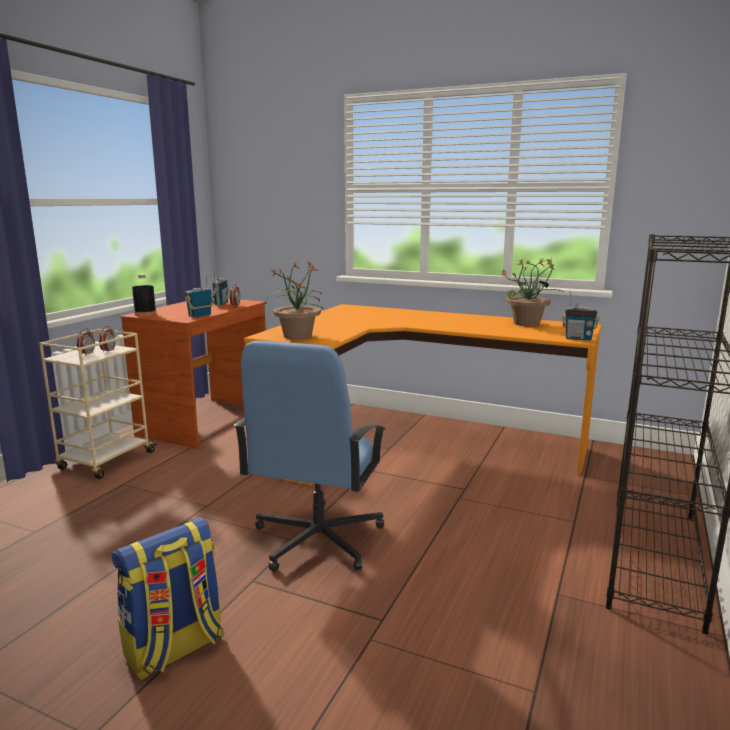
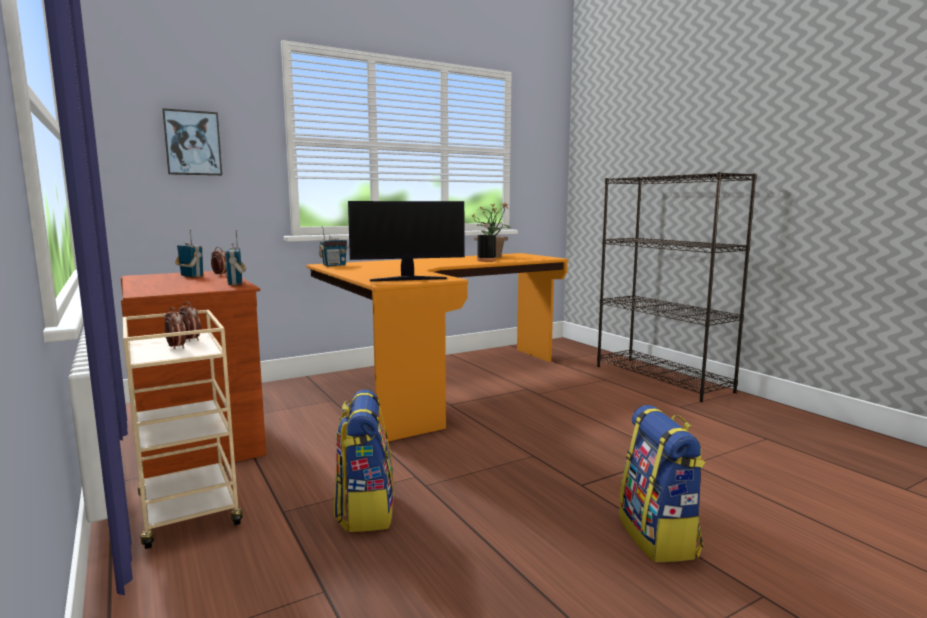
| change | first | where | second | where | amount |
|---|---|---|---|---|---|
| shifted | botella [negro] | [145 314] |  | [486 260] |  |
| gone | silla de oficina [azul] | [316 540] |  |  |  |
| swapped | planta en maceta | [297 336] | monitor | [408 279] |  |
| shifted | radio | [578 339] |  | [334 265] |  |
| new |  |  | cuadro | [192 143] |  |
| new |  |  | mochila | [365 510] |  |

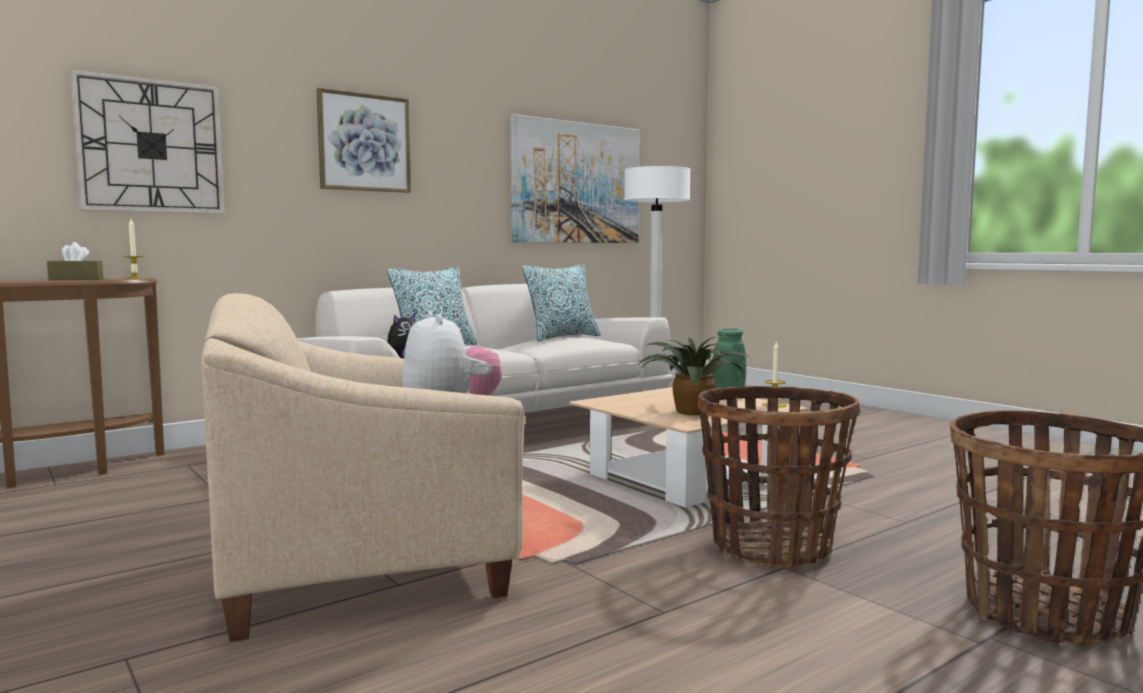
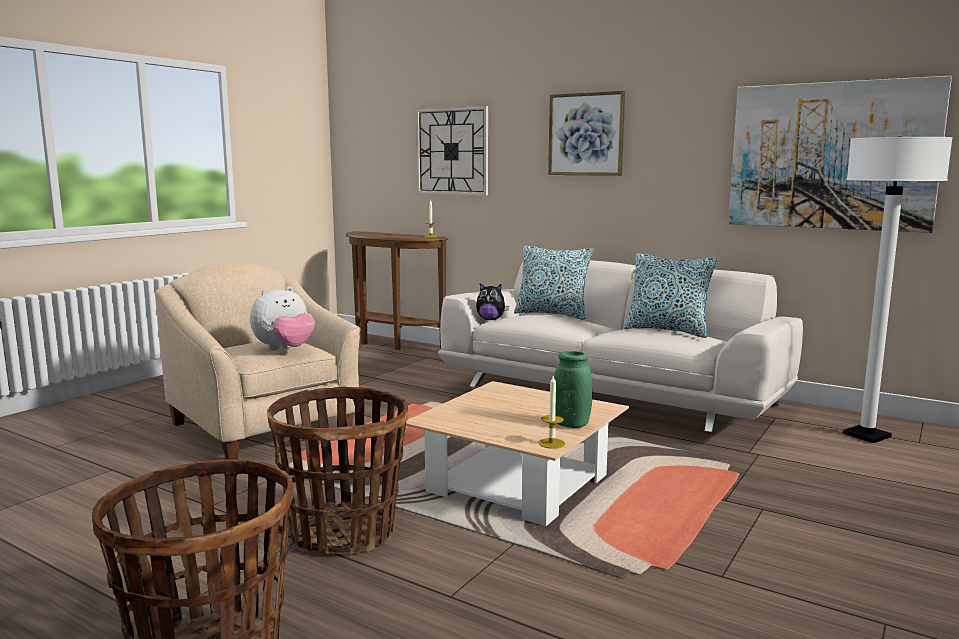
| change | first | where | second | where | amount |
|---|---|---|---|---|---|
| gone | caja de pañuelos [marrón] | [76 279] |  |  |  |
| gone | planta en maceta | [691 411] |  |  |  |

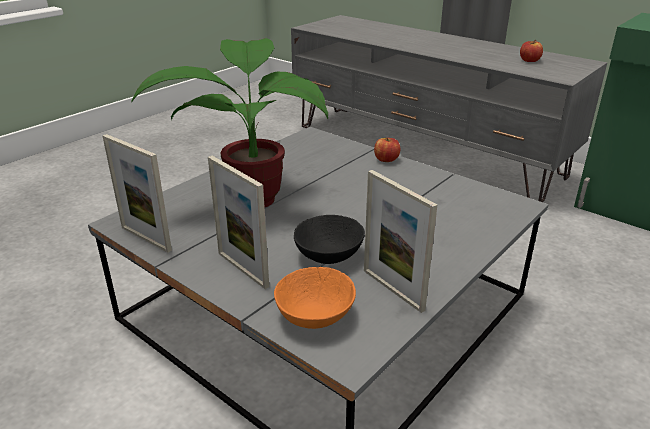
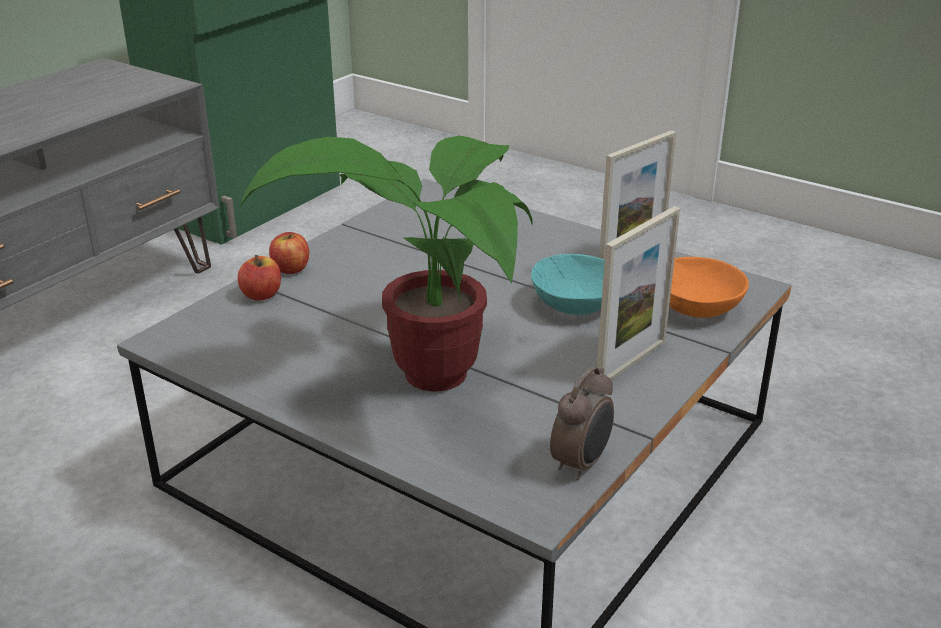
| change | first | where | second | where | amount |
|---|---|---|---|---|---|
| swapped | portarretratos | [146 238] | despertador | [582 464] |  |
| repainted | cuenco [negro] | [329 254] | cuenco [turquesa] | [575 304] |  |
| shifted | manzana | [529 60] |  | [261 295] |  |

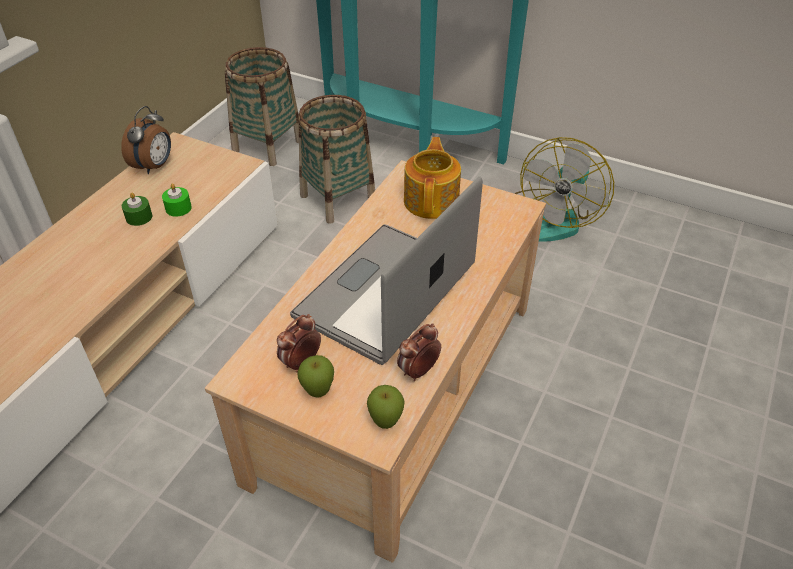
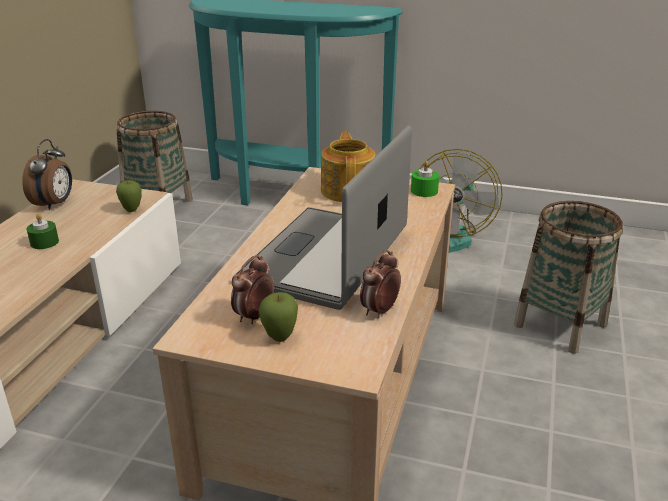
| change | first | where | second | where | amount |
|---|---|---|---|---|---|
| shifted | vela [verde] | [178 208] |  | [424 191] |  |
| shifted | cesta | [337 199] |  | [559 325] |  |
| shifted | manzana | [386 423] |  | [132 210] |  |

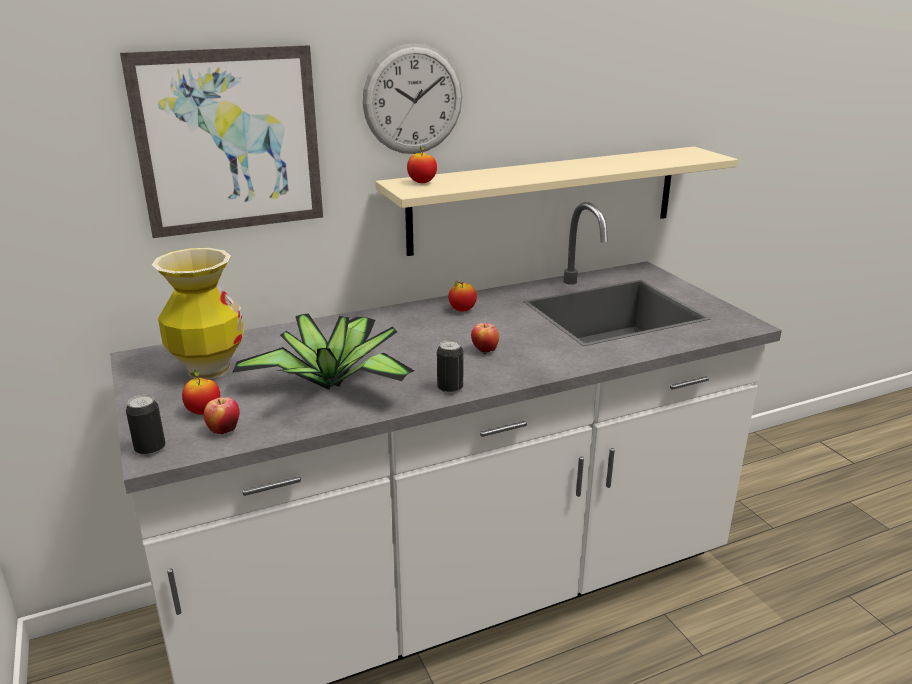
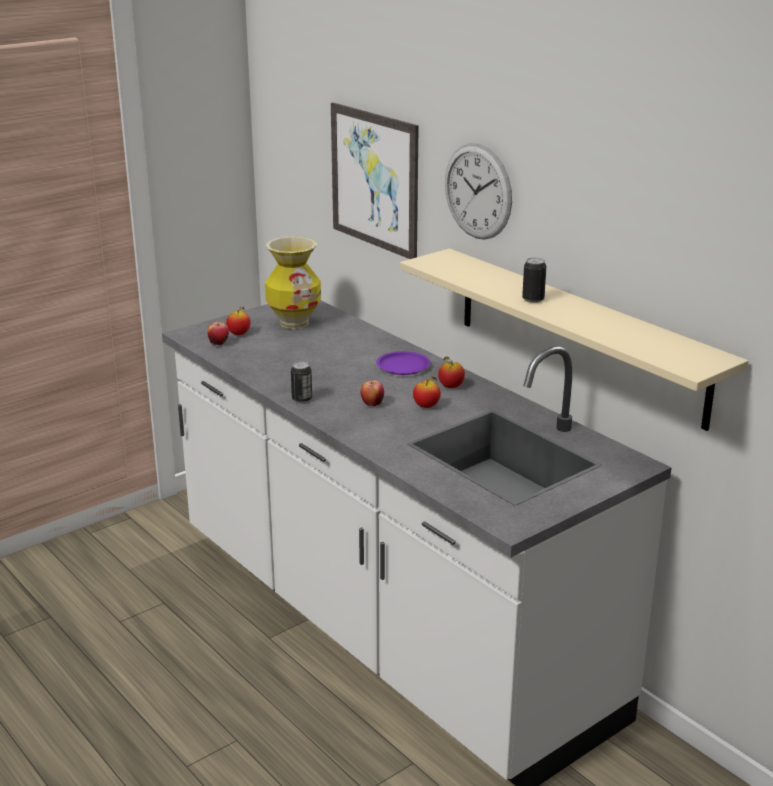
| change | first | where | second | where | amount |
|---|---|---|---|---|---|
| shifted | lata | [150 449] |  | [533 299] |  |
| gone | planta en maceta | [333 383] |  |  |  |
| shifted | manzana | [422 182] |  | [426 406] |  |
| new |  |  | plato [morado] | [403 366] |  |

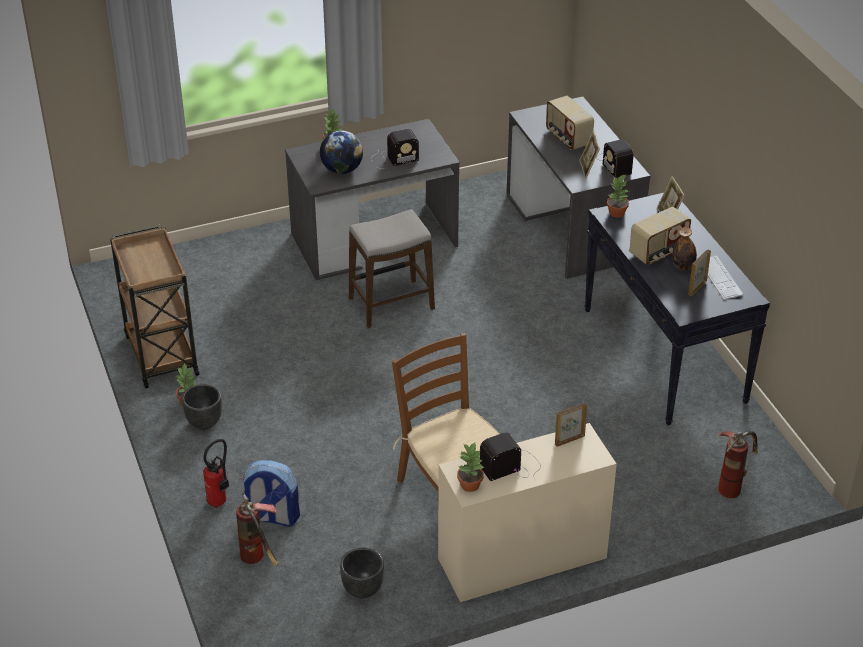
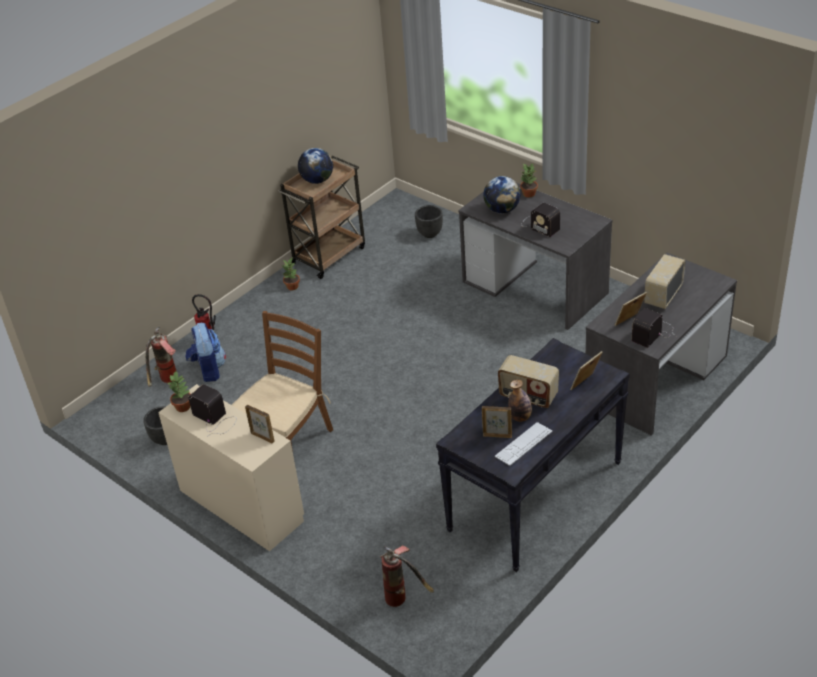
| change | first | where | second | where | amount |
|---|---|---|---|---|---|
| shifted | maceta [negro] | [204 422] |  | [430 233] |  |
| gone | taburete | [391 304] |  |  |  |
| gone | planta en maceta | [617 213] |  |  |  |
| new |  |  | globo terráqueo | [317 180] |  |

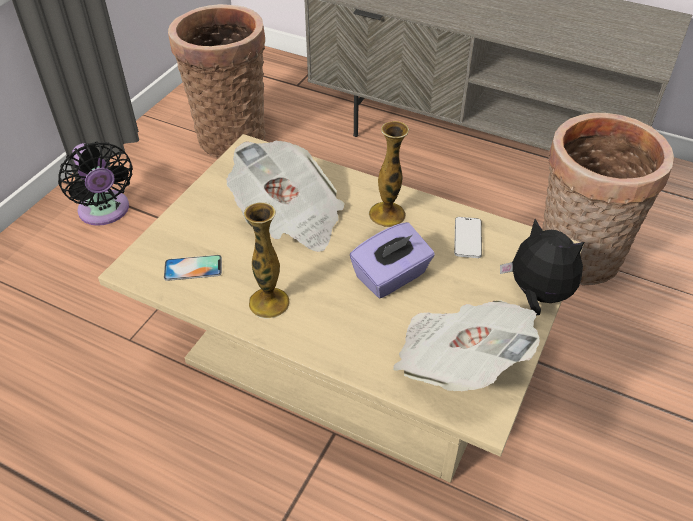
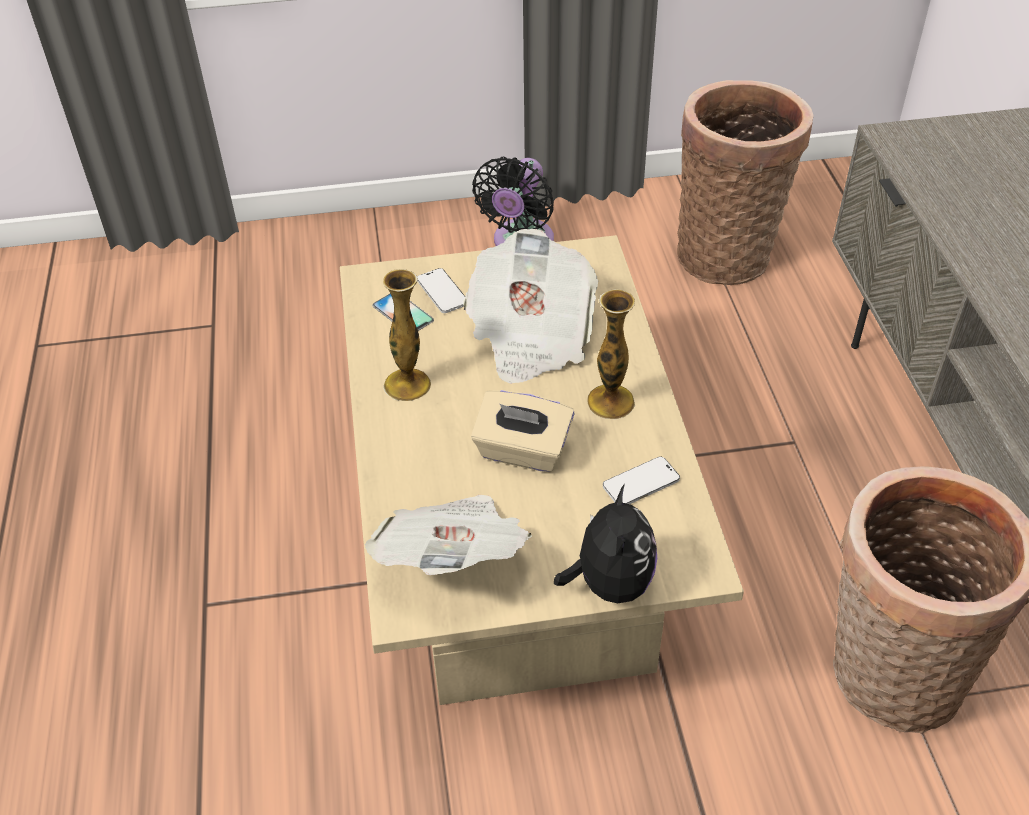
| change | first | where | second | where | amount |
|---|---|---|---|---|---|
| repainted | caja de pañuelos [morado] | [391 277] | caja de pañuelos [beis] | [522 451] |  |
| new |  |  | móvil | [442 292] |  |

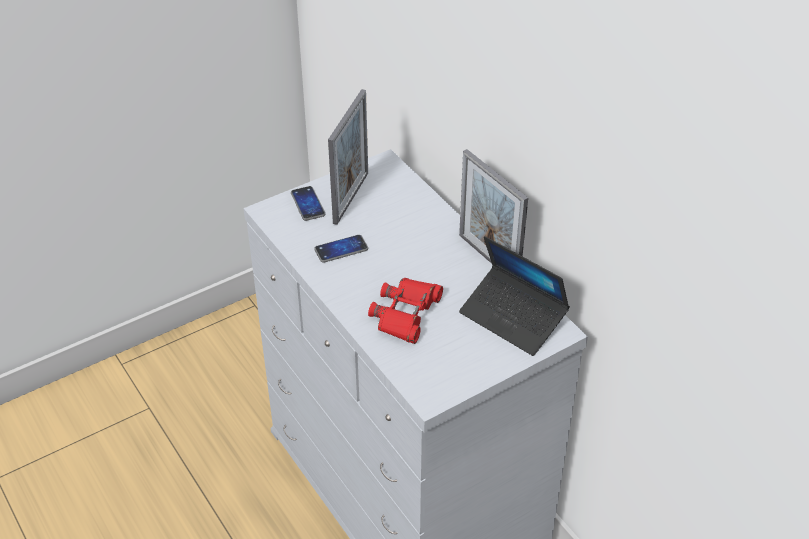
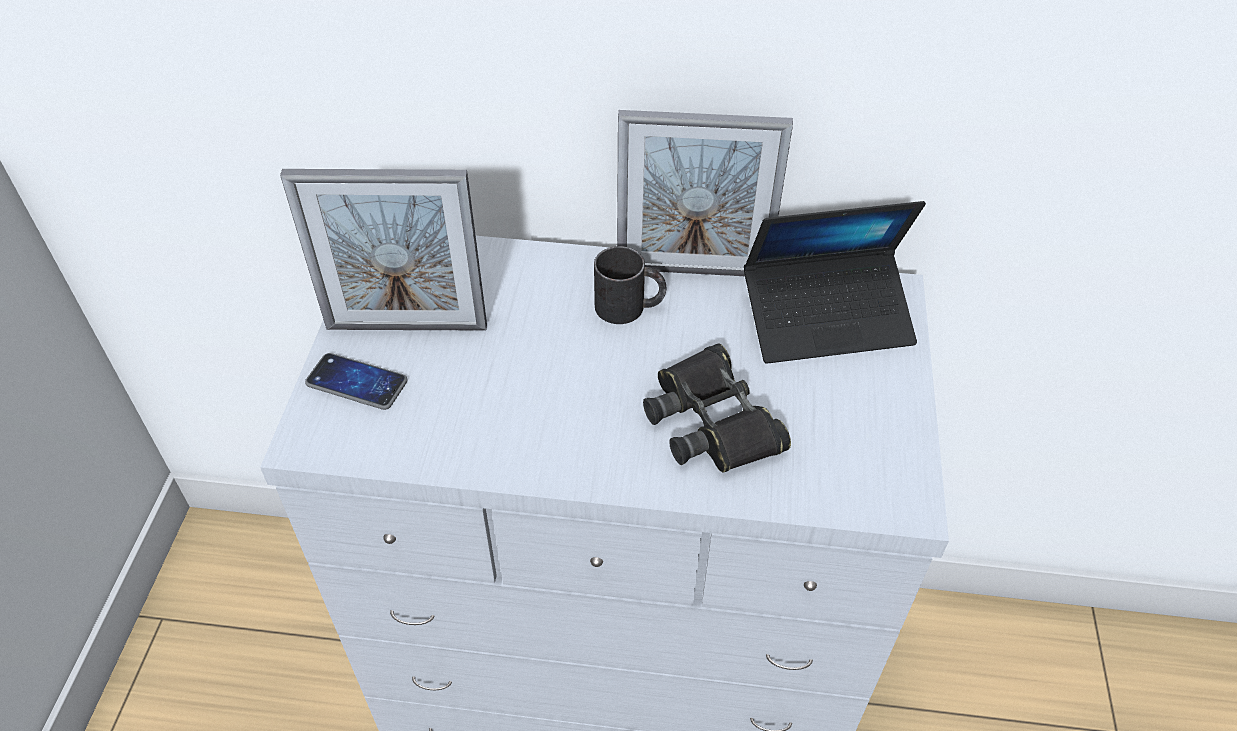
| change | first | where | second | where | amount |
|---|---|---|---|---|---|
| gone | móvil | [341 249] |  |  |  |
| rotated | portarretratos | [351 198] |  | [406 327] | 120 degrees clockwise |
| repainted | prismáticos [rojo] | [406 314] | prismáticos [negro] | [712 421] |  |
| new |  |  | taza grande [negro] | [630 307] |  |

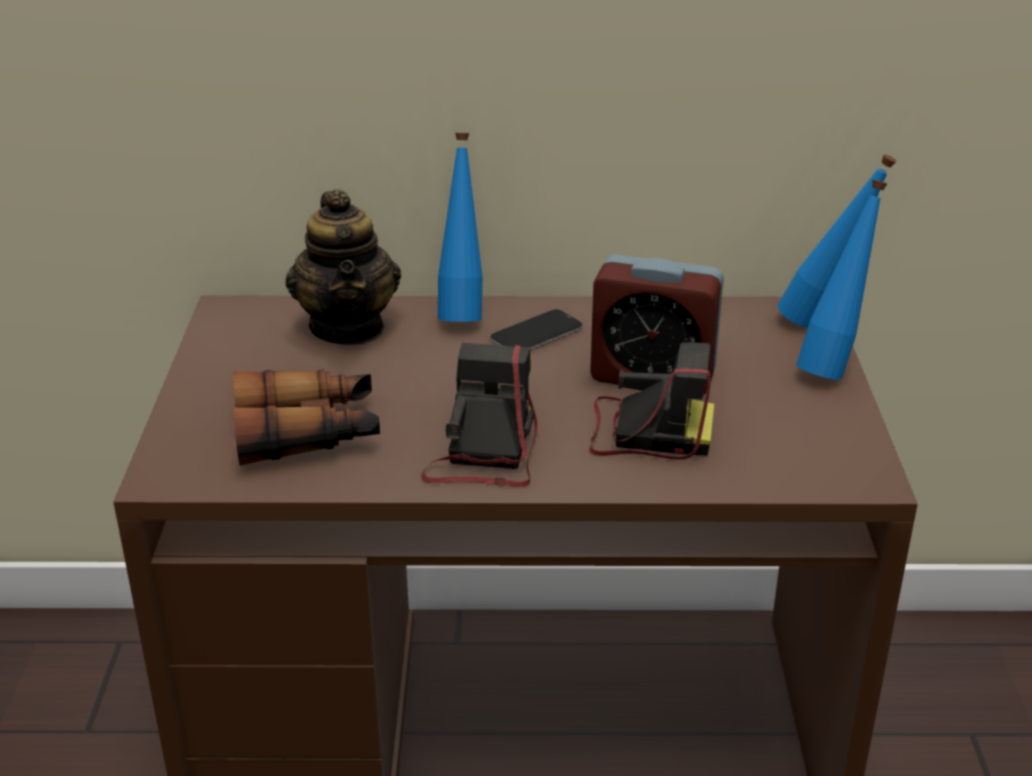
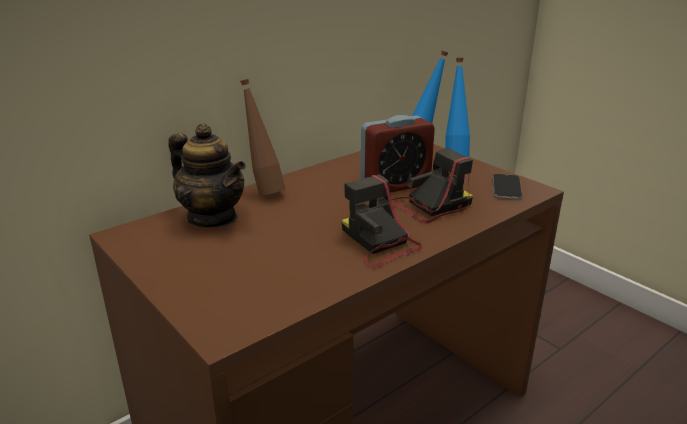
| change | first | where | second | where | amount |
|---|---|---|---|---|---|
| gone | prismáticos | [308 433] |  |  |  |
| repainted | botella [azul] | [462 313] | botella [marrón] | [264 191] |  |
| shifted | móvil | [536 334] |  | [506 187] |  |

